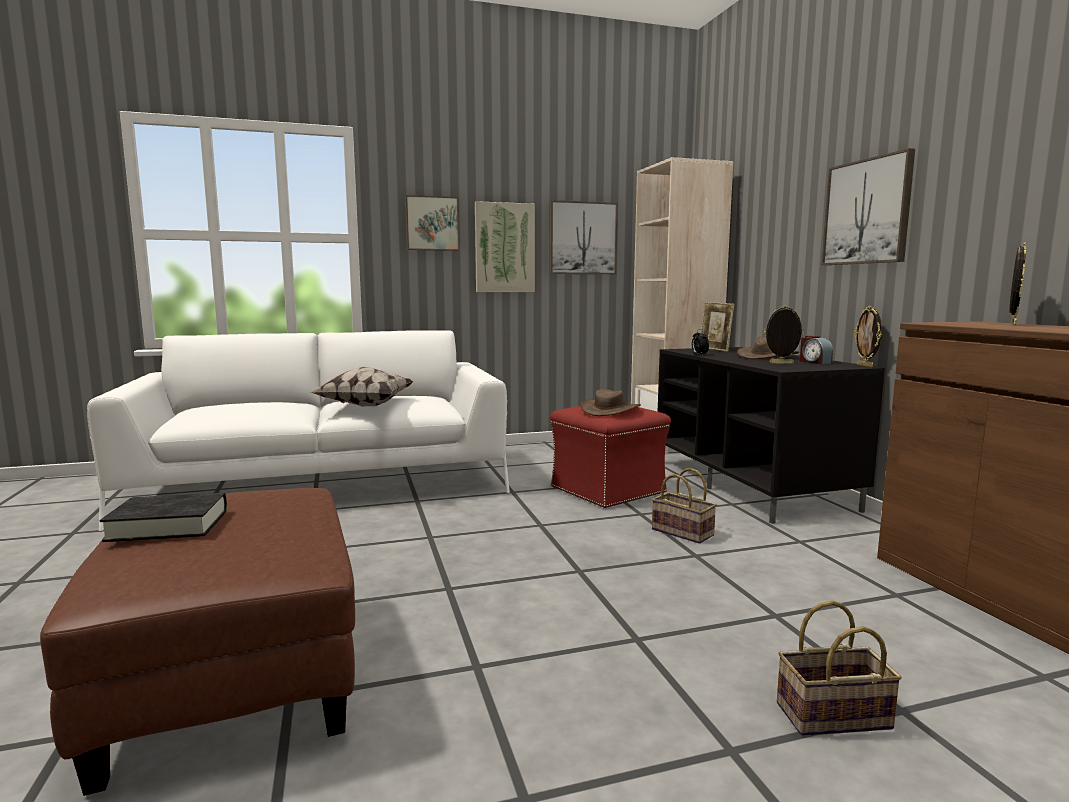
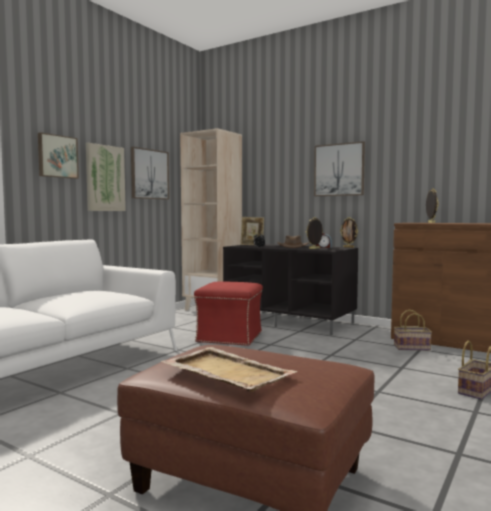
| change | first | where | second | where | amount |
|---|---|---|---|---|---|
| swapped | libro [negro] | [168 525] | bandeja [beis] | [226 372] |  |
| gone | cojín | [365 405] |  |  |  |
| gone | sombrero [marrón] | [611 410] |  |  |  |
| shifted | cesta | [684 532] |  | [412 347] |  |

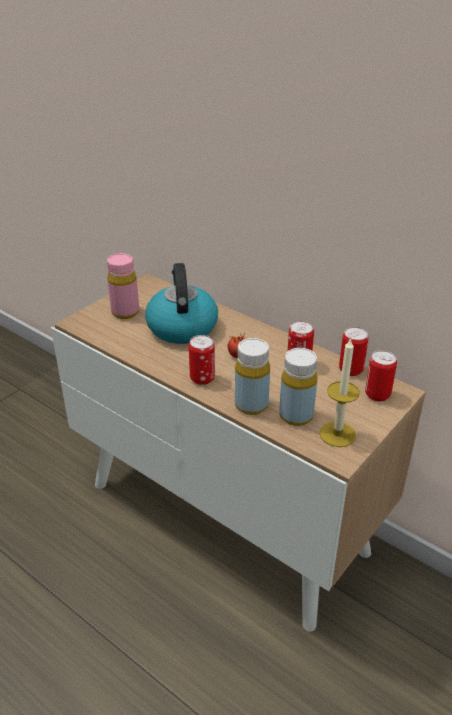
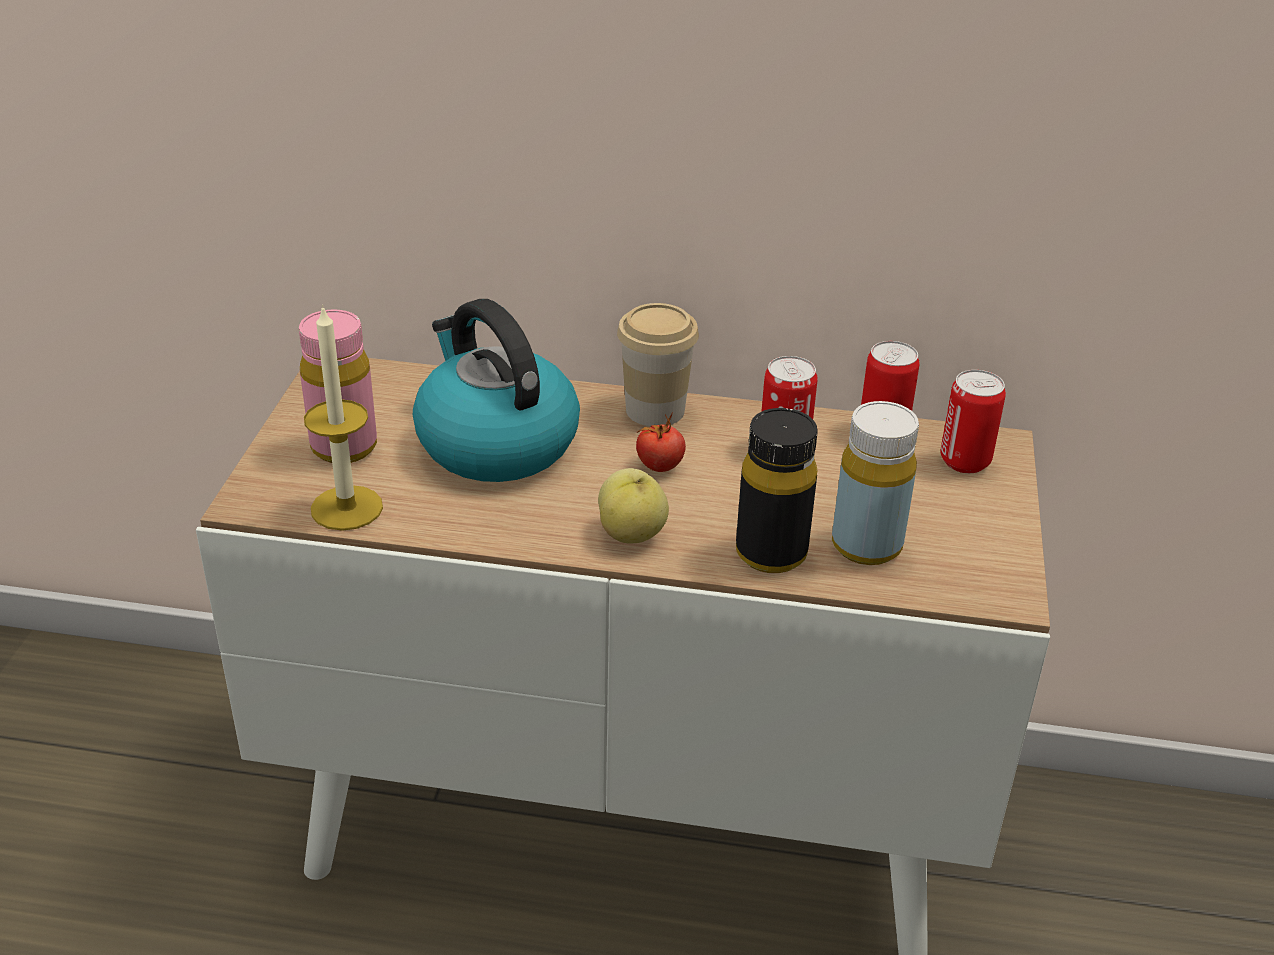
| change | first | where | second | where | amount |
|---|---|---|---|---|---|
| swapped | lata | [202 378] | manzana | [632 533] |  |
| repainted | botella [amarillo] | [251 405] | botella [negro] | [771 553] |  |
| shifted | vela | [337 434] |  | [346 508] |  |
| new |  |  | taza | [655 410] |  |

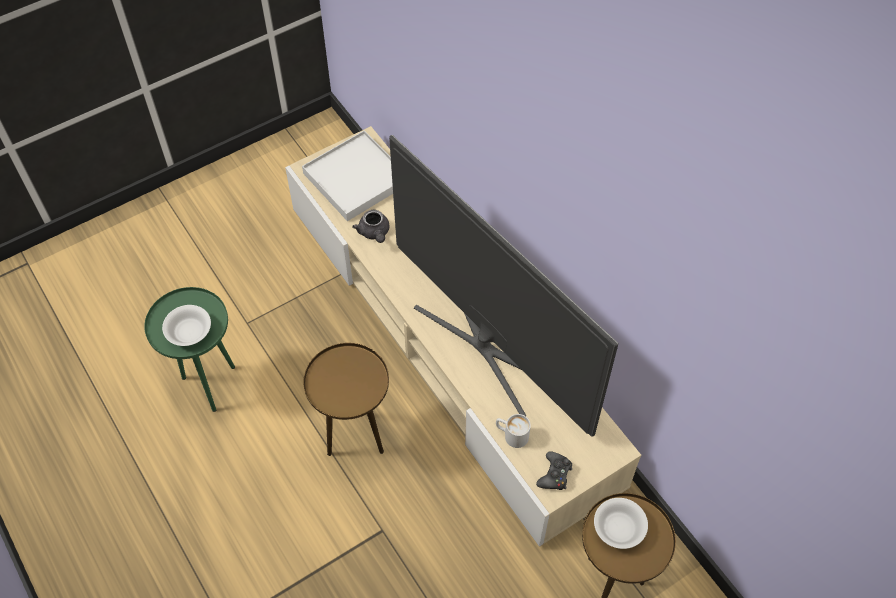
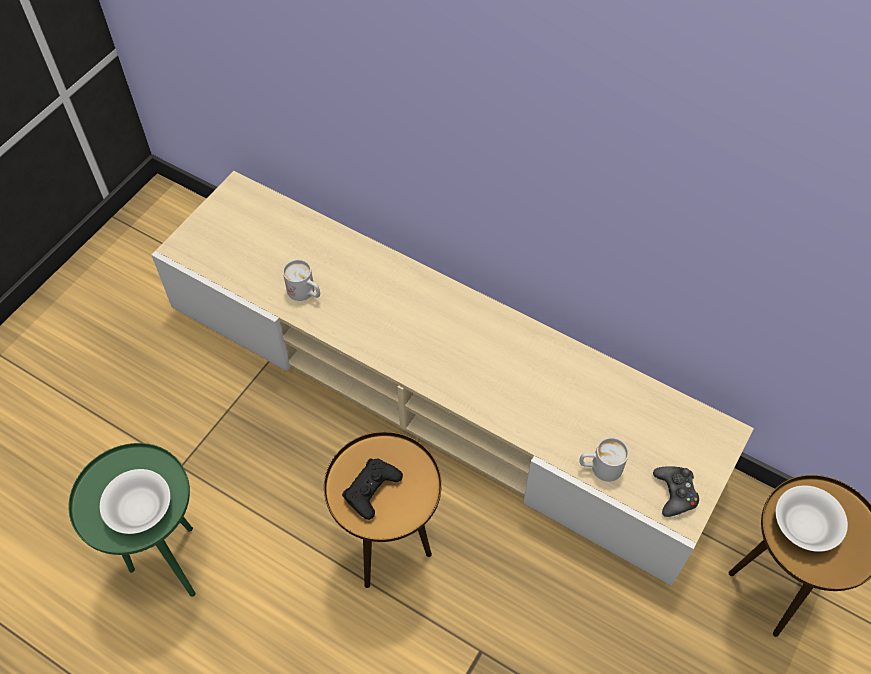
| change | first | where | second | where | amount |
|---|---|---|---|---|---|
| gone | bandeja [blanco] | [356 178] |  |  |  |
| swapped | tetera [gris] | [374 233] | taza grande [blanco] | [305 293] |  |
| gone | televisor | [488 346] |  |  |  |
| new |  |  | mando de consola [negro] | [372 490] |  |

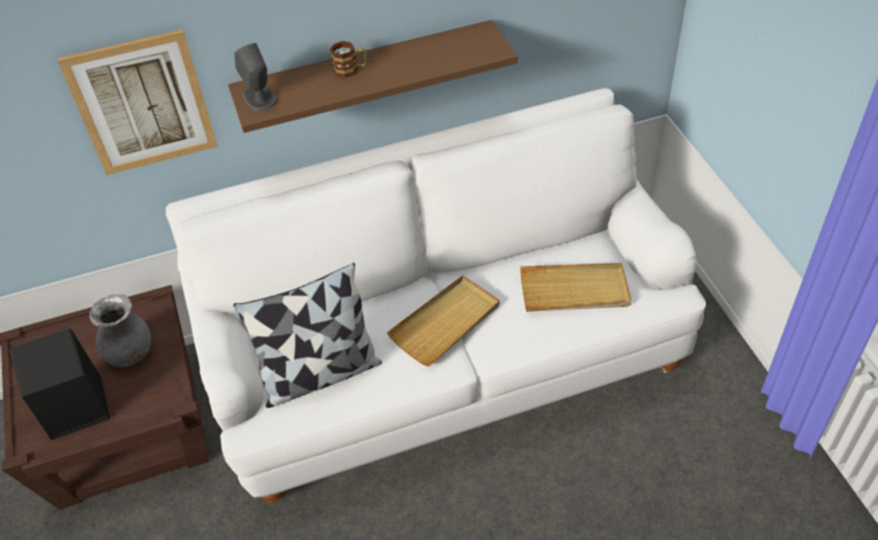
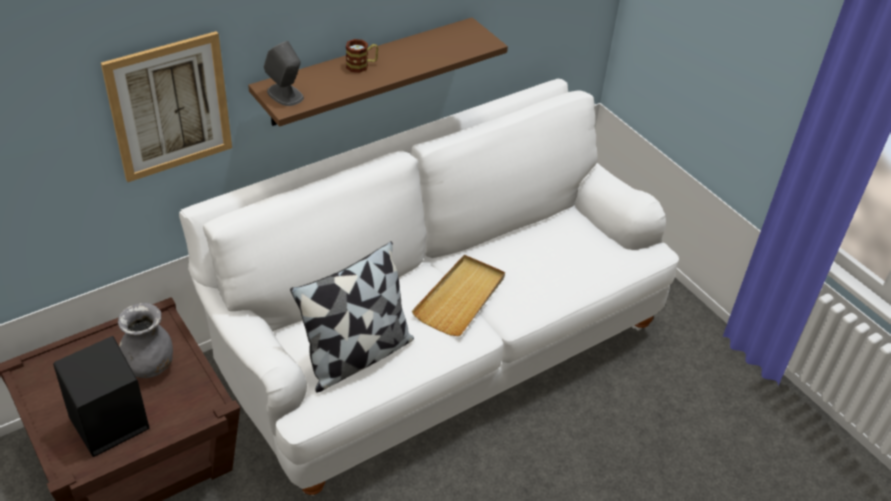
| change | first | where | second | where | amount |
|---|---|---|---|---|---|
| gone | bandeja [beis] | [574 291] |  |  |  |

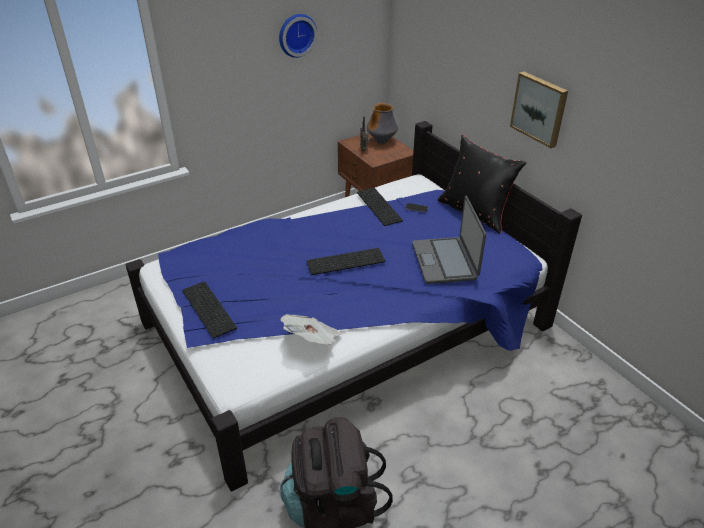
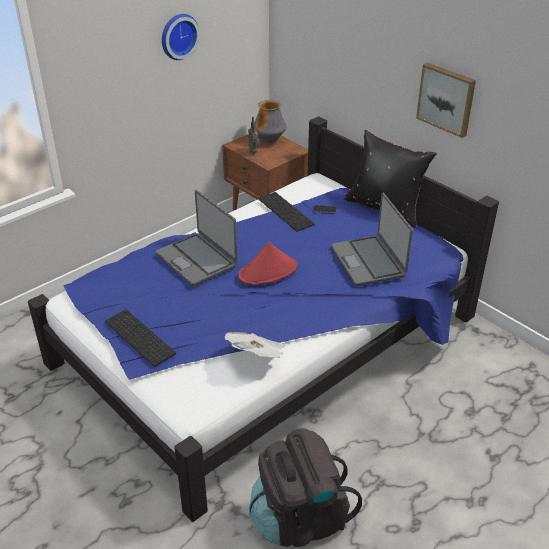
| change | first | where | second | where | amount |
|---|---|---|---|---|---|
| swapped | teclado | [346 260] | sombrero [rojo] | [268 271] |  |
| new |  |  | portátil | [197 259] |  |

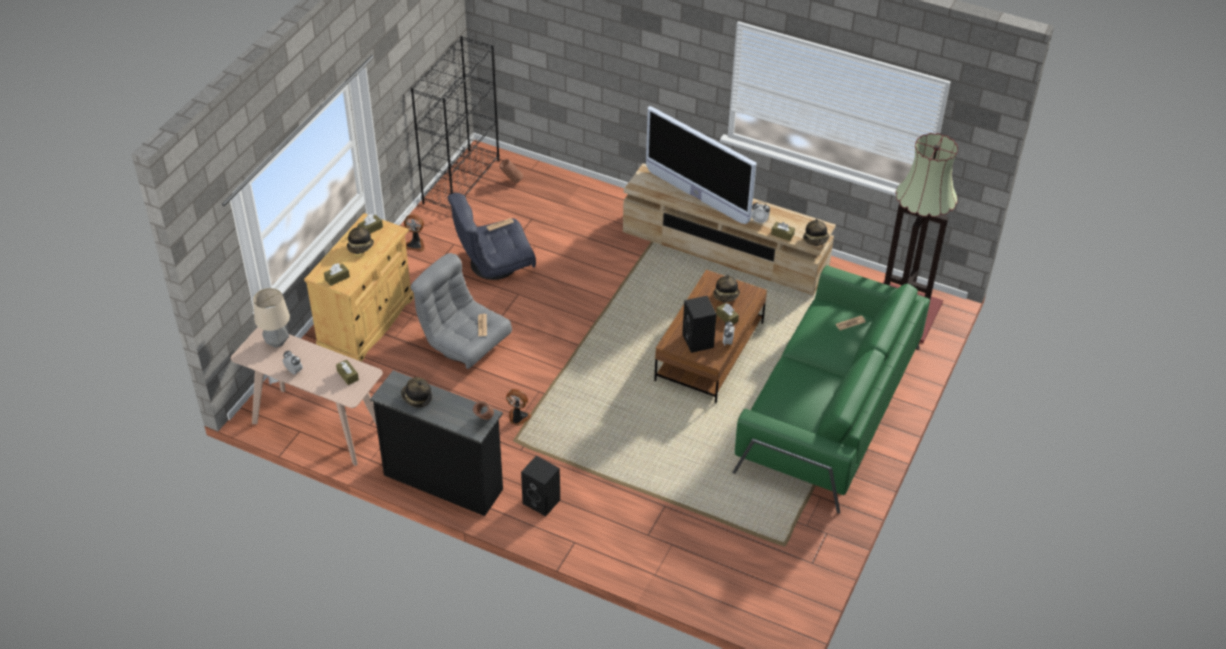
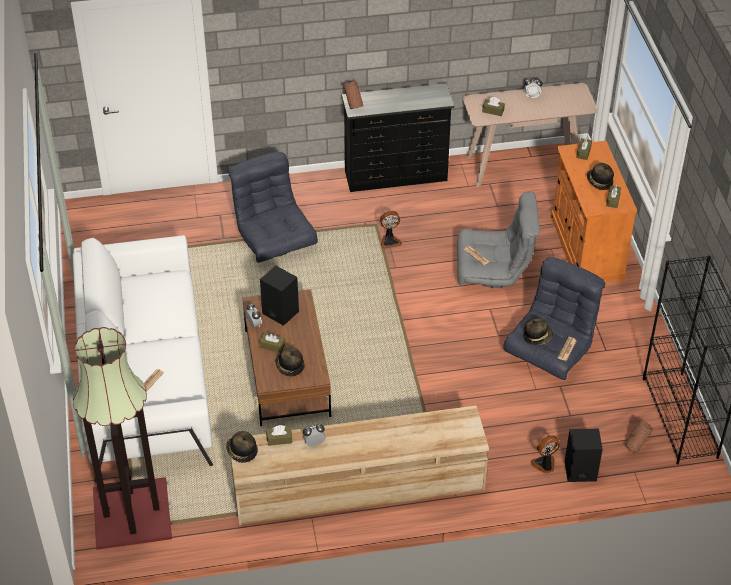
| change | first | where | second | where | amount |
|---|---|---|---|---|---|
| gone | lámpara de mesa | [277 342] |  |  |  |
| repainted | armario [beis] | [366 323] | armario [naranja] | [586 247] |  |
| shifted | sombrero | [416 398] |  | [537 336] |  |
| shifted | ventilador | [415 244] |  | [544 465] |  |
| shifted | altavoz [negro] | [542 501] |  | [579 472] |  |
| gone | televisor | [697 197] |  |  |  |
| repainted | sofá [verde] | [829 408] | sofá [blanco] | [145 377] |  |
| new |  |  | sillón [gris] | [274 241] |  |

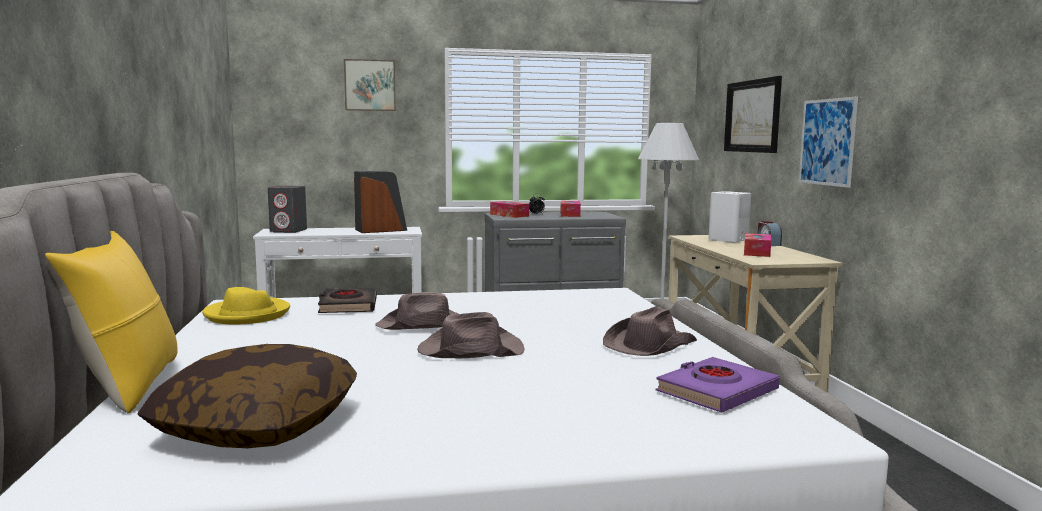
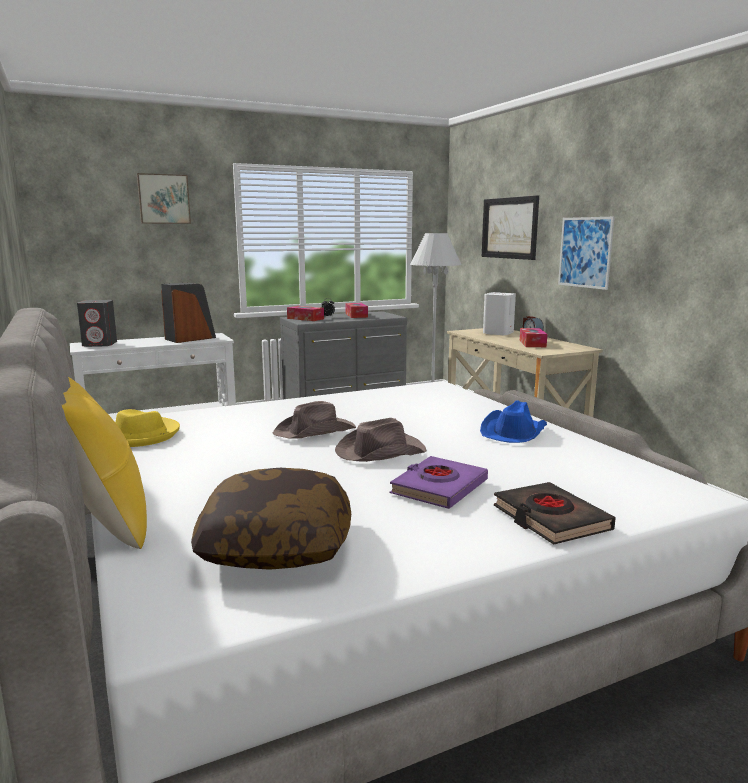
| change | first | where | second | where | amount |
|---|---|---|---|---|---|
| shifted | libro [negro] | [348 306] |  | [550 519] |  |
| repainted | sombrero [marrón] | [649 345] | sombrero [azul] | [514 432] |  |
| shifted | libro [morado] | [716 392] |  | [439 488] |  |

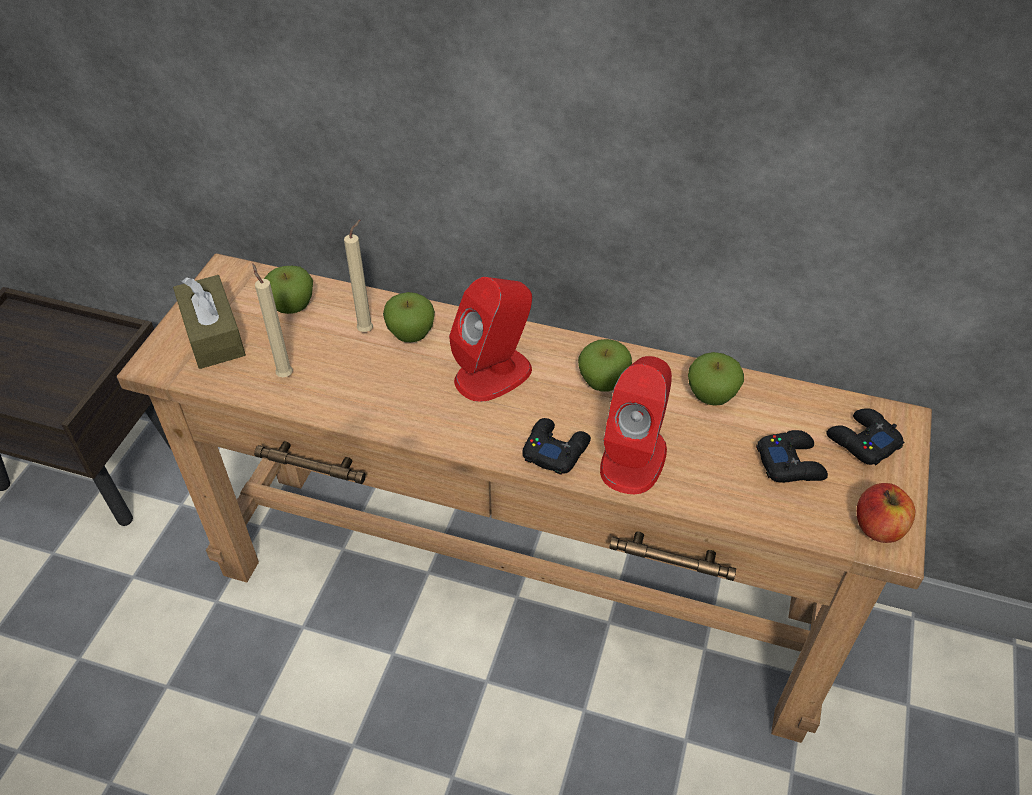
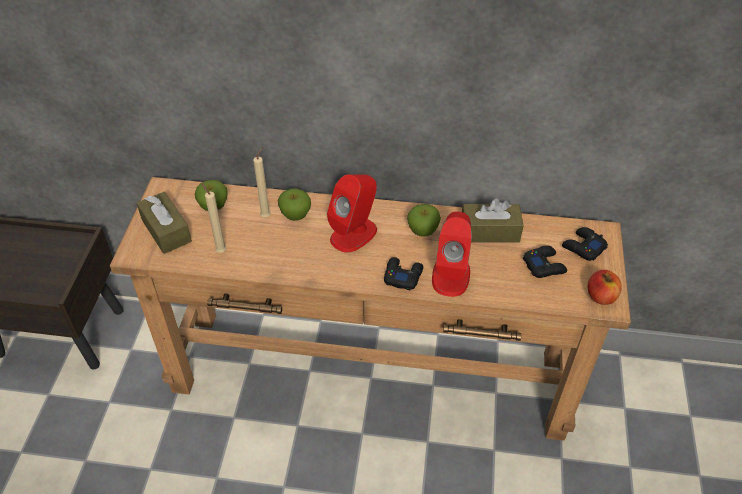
| change | first | where | second | where | amount |
|---|---|---|---|---|---|
| swapped | manzana | [711 397] | caja de pañuelos [marrón] | [489 231] |  |

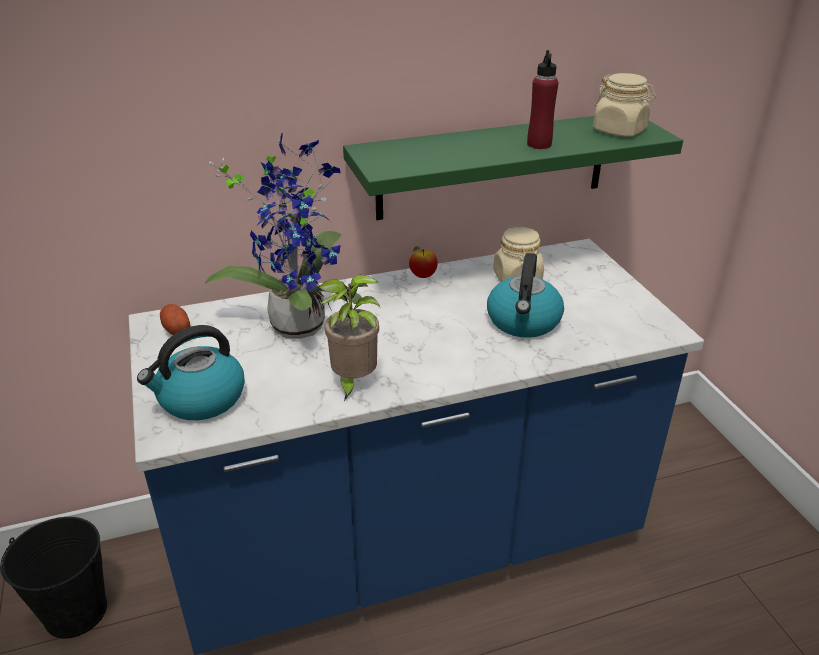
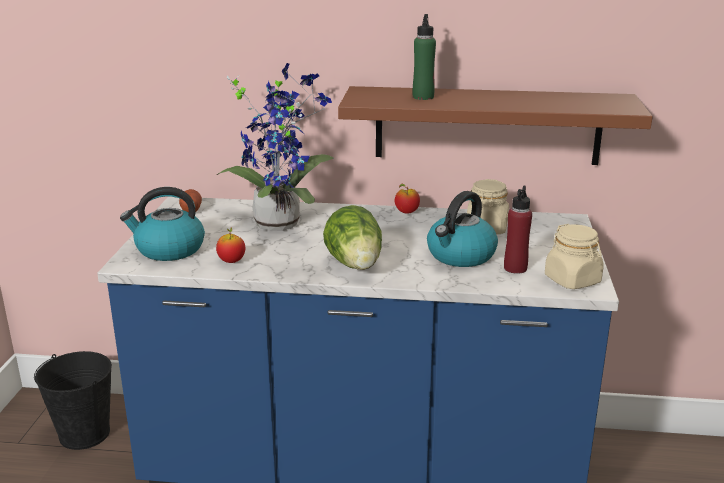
| change | first | where | second | where | amount |
|---|---|---|---|---|---|
| gone | planta en maceta | [353 382] |  |  |  |
| repainted | estante [verde] | [493 165] | estante [marrón] | [487 125] |  |
| shifted | botella [rojo] | [539 144] |  | [515 268] |  |
| shifted | tarro [beis] | [620 130] |  | [572 280] |  |
| new |  |  | manzana | [231 261] |  |
| new |  |  | lechuga | [356 265] |  |
| new |  |  | botella [verde] | [423 97] |  |

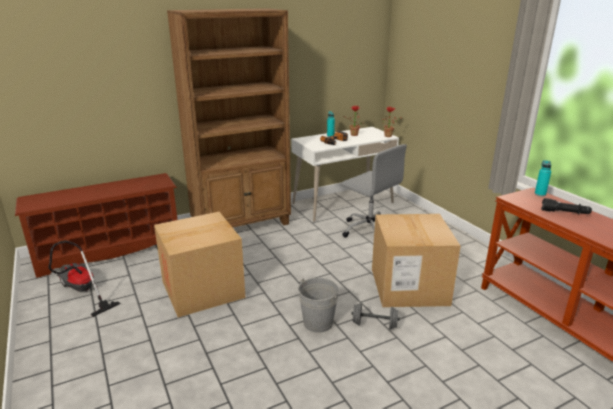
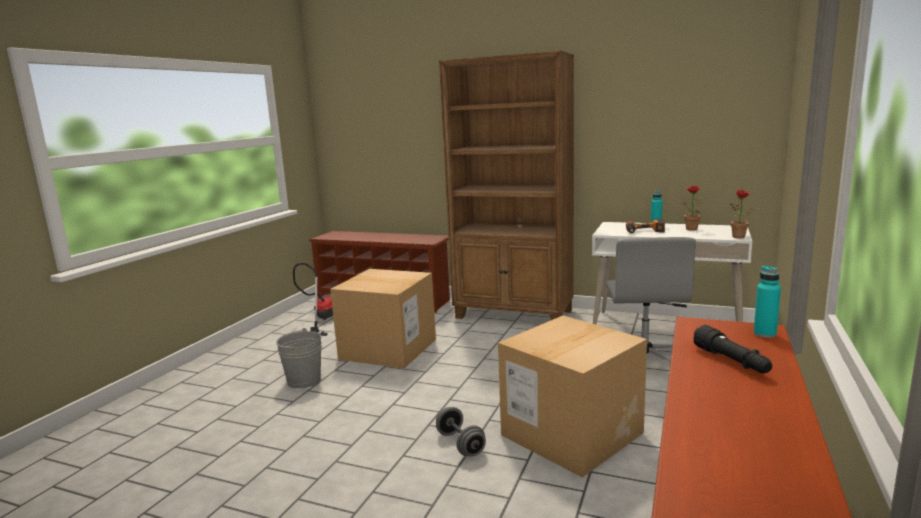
| change | first | where | second | where | amount |
|---|---|---|---|---|---|
| shifted | cubo [gris] | [318 322] |  | [304 381] |  |

